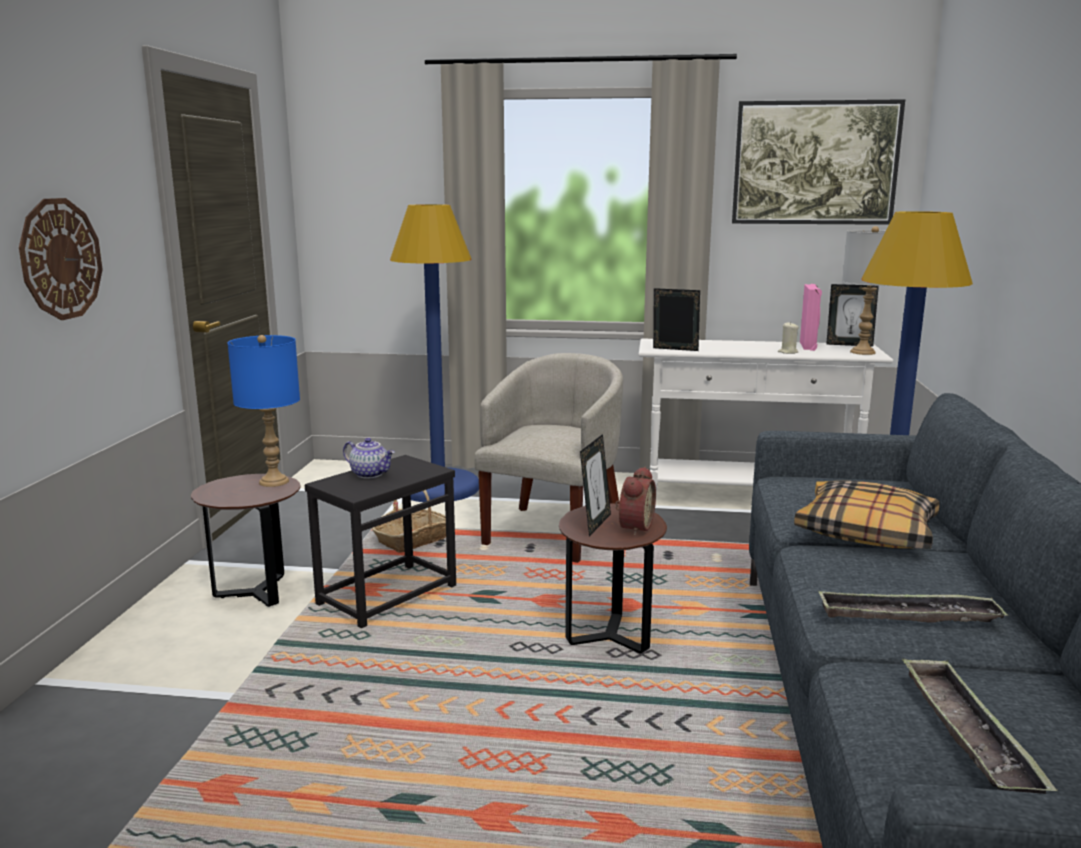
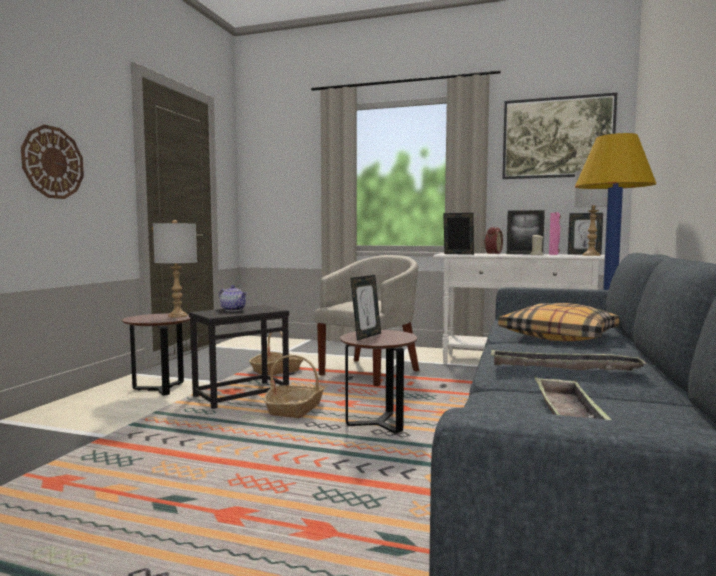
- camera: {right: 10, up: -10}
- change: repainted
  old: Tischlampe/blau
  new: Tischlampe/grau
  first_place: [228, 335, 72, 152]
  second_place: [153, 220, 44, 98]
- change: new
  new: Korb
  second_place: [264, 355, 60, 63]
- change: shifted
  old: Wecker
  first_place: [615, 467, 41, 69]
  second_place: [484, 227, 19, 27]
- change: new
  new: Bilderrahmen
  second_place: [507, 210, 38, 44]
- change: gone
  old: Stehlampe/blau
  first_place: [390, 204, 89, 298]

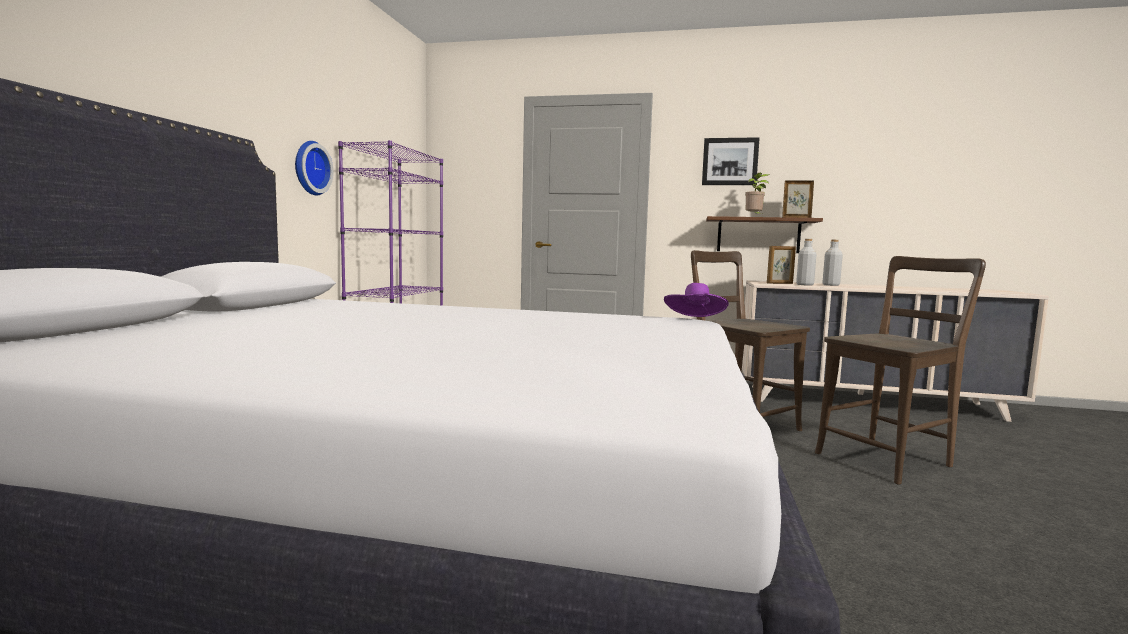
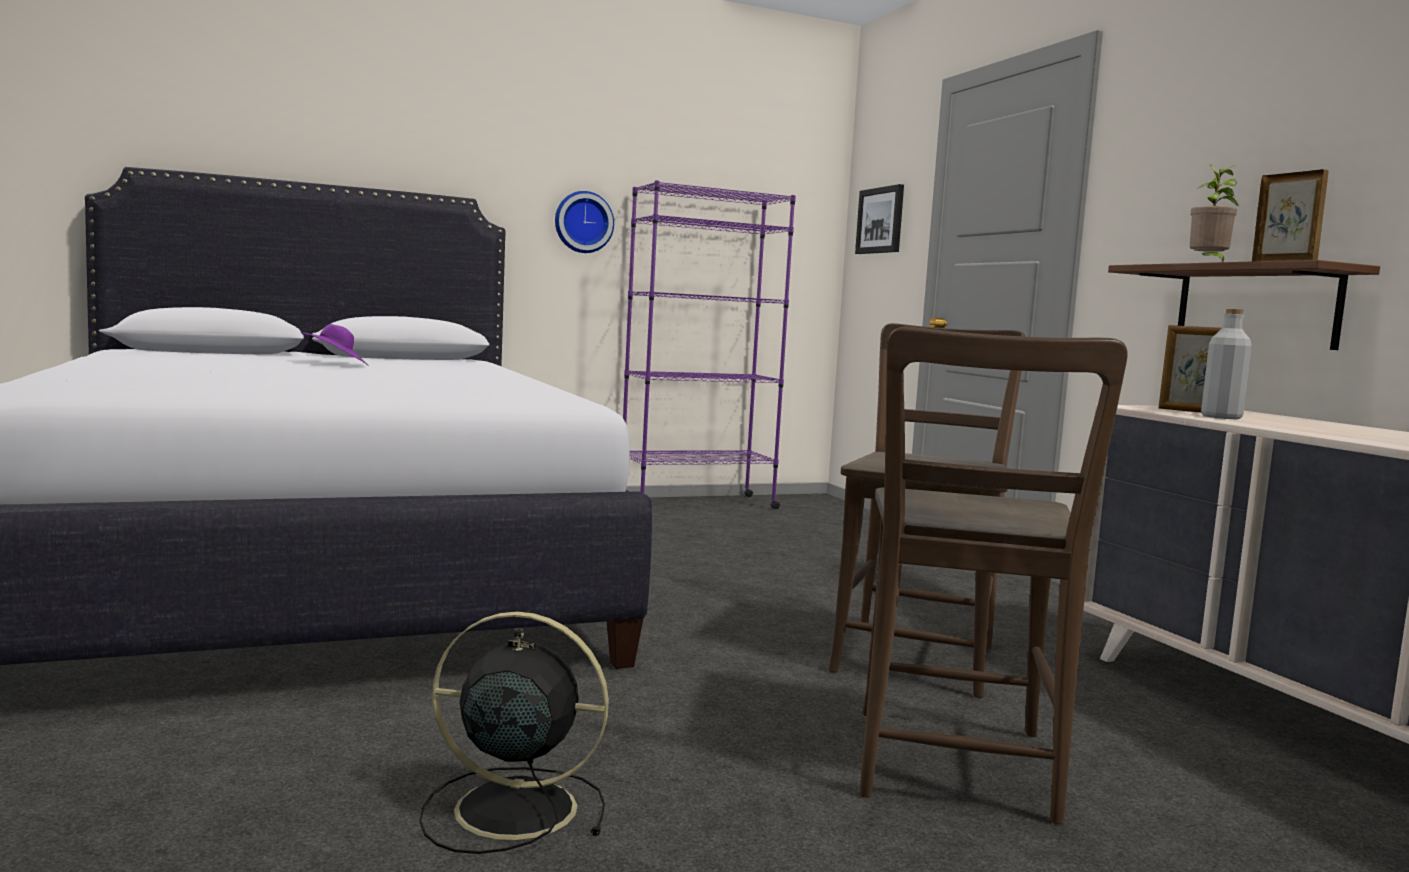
- camera: {right: 55, up: 0}
- change: shifted
  old: Hut/lila
  first_place: [664, 283, 65, 34]
  second_place: [301, 324, 67, 41]
- change: new
  new: Ventilator/schwarz
  second_place: [419, 612, 190, 242]
- change: shifted
  old: Bild
  first_place: [702, 137, 58, 48]
  second_place: [855, 184, 49, 70]
- change: rotated
  old: Stuhl/braun
  first_place: [815, 256, 171, 228]
  second_place: [860, 327, 268, 497]
  degrees: 75
- change: gone
  old: Flasche/grau
  first_place: [822, 240, 21, 46]

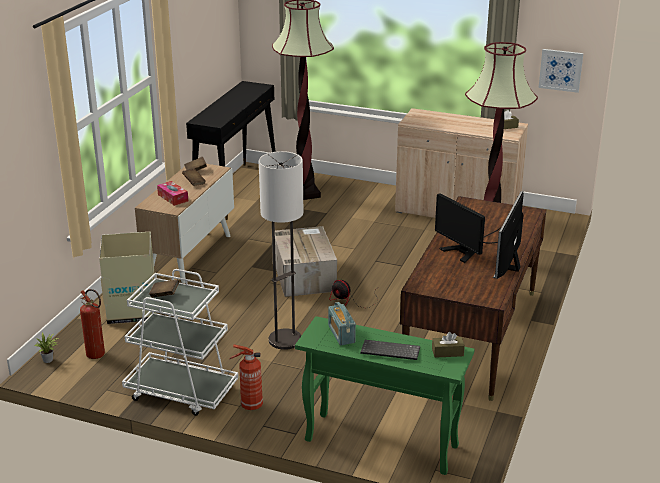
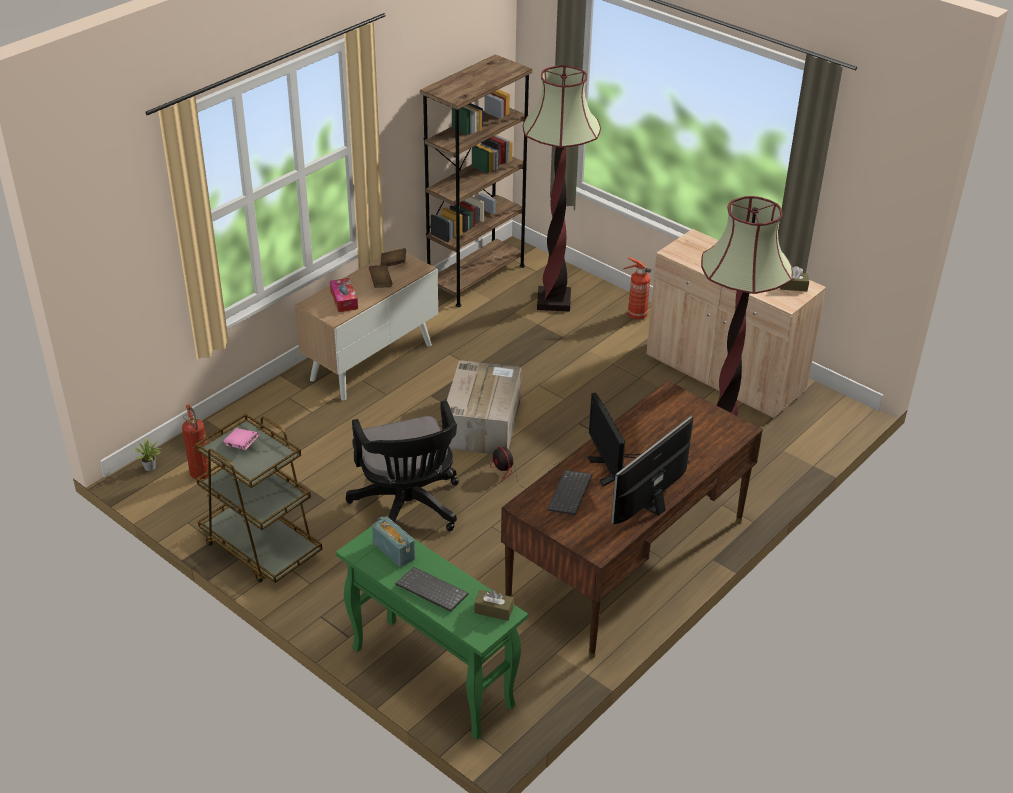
- camera: {right: 20, up: 10}
- change: repainted
  old: Rollwagen/weiß
  new: Rollwagen/braun
  first_place: [122, 269, 116, 147]
  second_place: [195, 414, 127, 169]
- change: repainted
  old: Buch/braun
  new: Buch/rosa
  first_place: [149, 280, 30, 18]
  second_place: [223, 428, 36, 22]
- change: swapped
  old: Stehlampe
  new: Bürostuhl/schwarz
  first_place: [259, 151, 44, 199]
  second_place: [346, 400, 113, 131]
- change: rotated
  old: Radio
  first_place: [328, 302, 28, 43]
  second_place: [372, 516, 43, 51]
  degrees: 135
- change: swapped
  old: Konsolentisch/schwarz
  new: Bücherregal/braun
  first_place: [186, 81, 90, 139]
  second_place: [420, 54, 112, 253]
- change: new
  new: Tastatur
  second_place: [547, 470, 45, 45]
- change: shifted
  old: Feuerlöscher
  first_place: [229, 345, 34, 65]
  second_place: [623, 257, 28, 63]
- change: gone
  old: Karton
  first_place: [99, 232, 58, 92]
- change: gone
  old: Bild
  first_place: [539, 49, 44, 44]

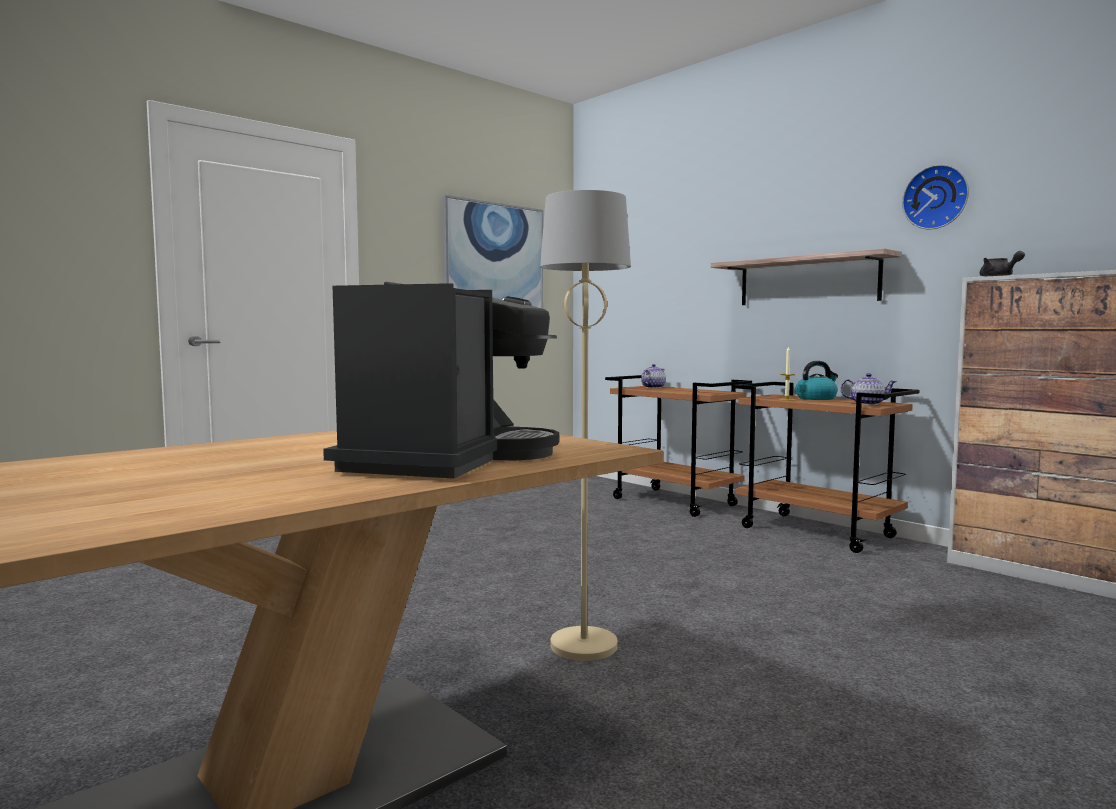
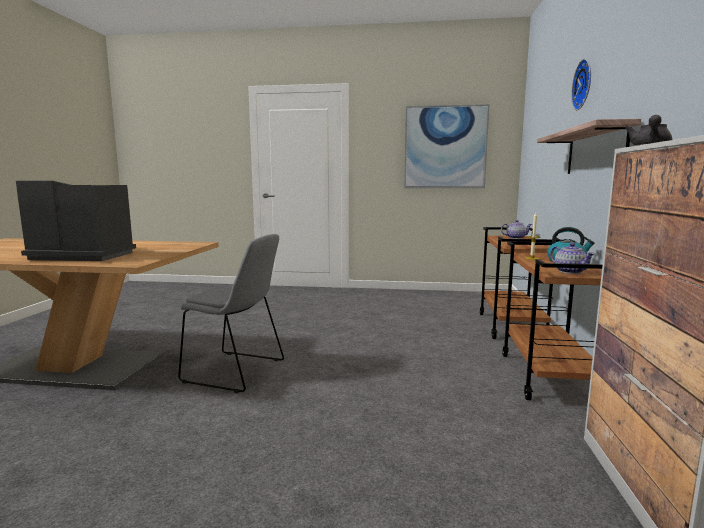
- camera: {right: 50, up: 5}
- change: rotated
  old: Kaffeemaschine
  first_place: [323, 282, 236, 197]
  second_place: [16, 181, 120, 80]
  degrees: -150
- change: swapped
  old: Stehlampe/beige
  new: Stuhl/grau
  first_place: [540, 190, 91, 471]
  second_place: [178, 234, 106, 159]
- change: shifted
  old: Wanduhr
  first_place: [902, 164, 67, 66]
  second_place: [571, 59, 20, 51]

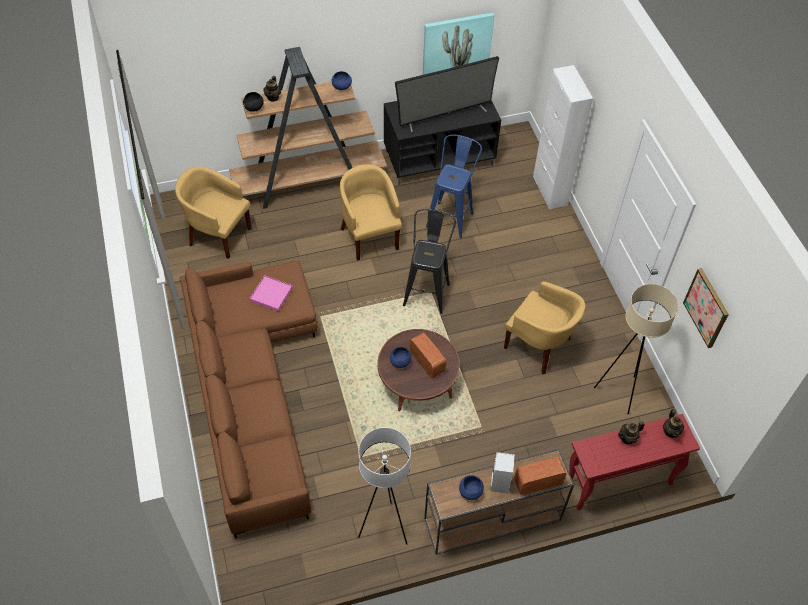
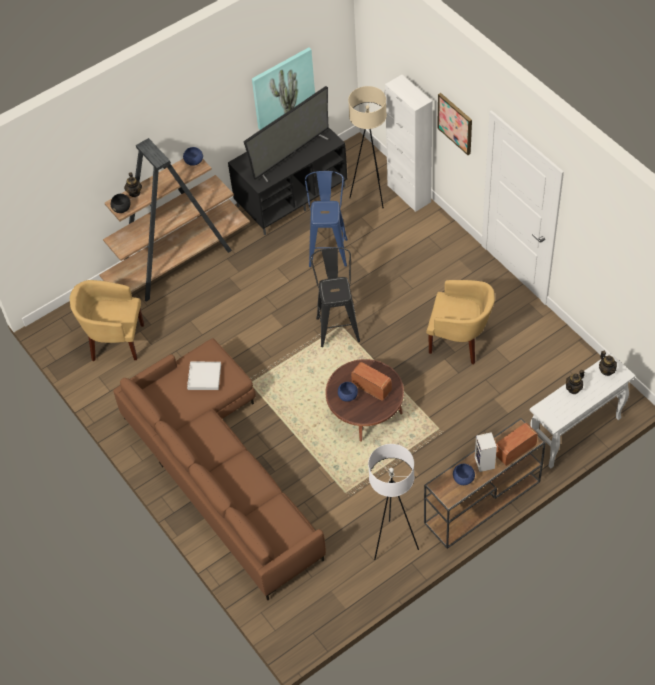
- camera: {right: -15, up: 0}
- change: repainted
  old: Tablett/rosa
  new: Tablett/weiß
  first_place: [250, 275, 43, 37]
  second_place: [187, 362, 34, 28]
- change: shifted
  old: Stehlampe/beige
  first_place: [594, 284, 85, 130]
  second_place: [348, 86, 39, 122]
- change: shifted
  old: Bild
  first_place: [683, 268, 46, 80]
  second_place: [437, 93, 35, 62]
- change: repainted
  old: Konsolentisch/rot
  new: Konsolentisch/weiß
  first_place: [569, 414, 131, 96]
  second_place: [530, 353, 105, 115]
- change: gone
  old: Sessel/gelb
  first_place: [340, 164, 62, 97]

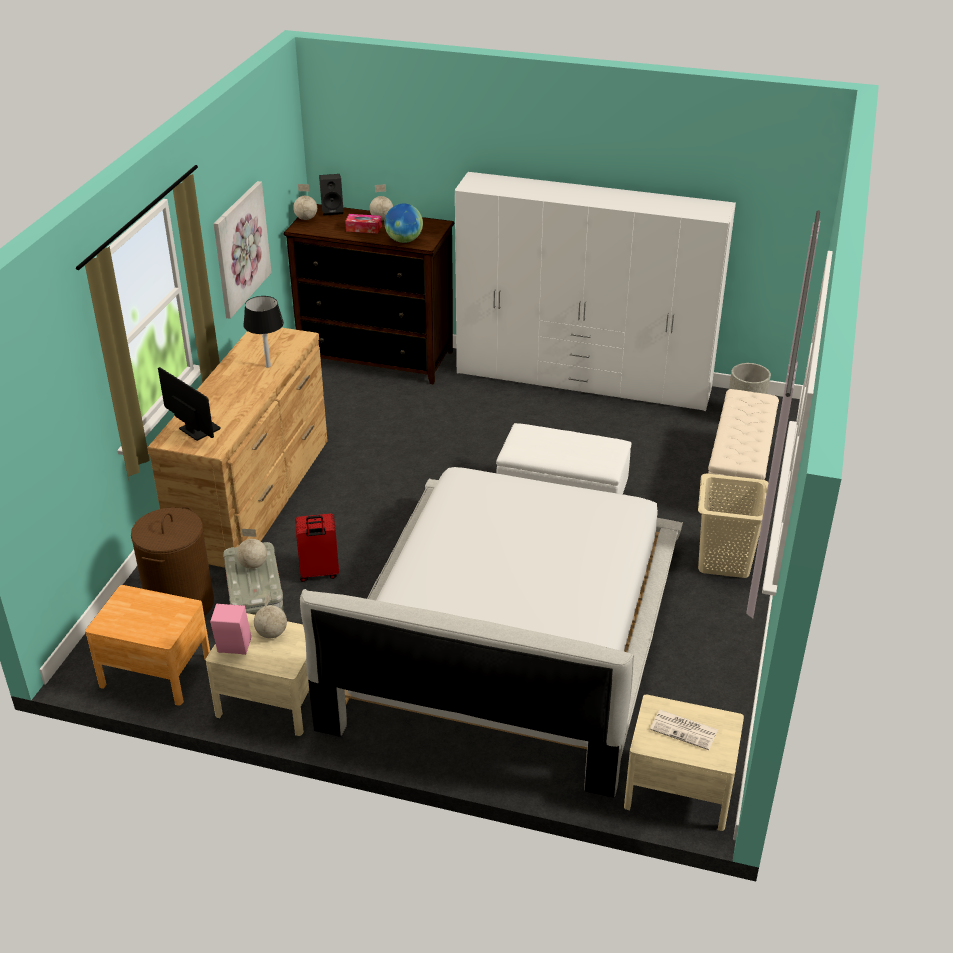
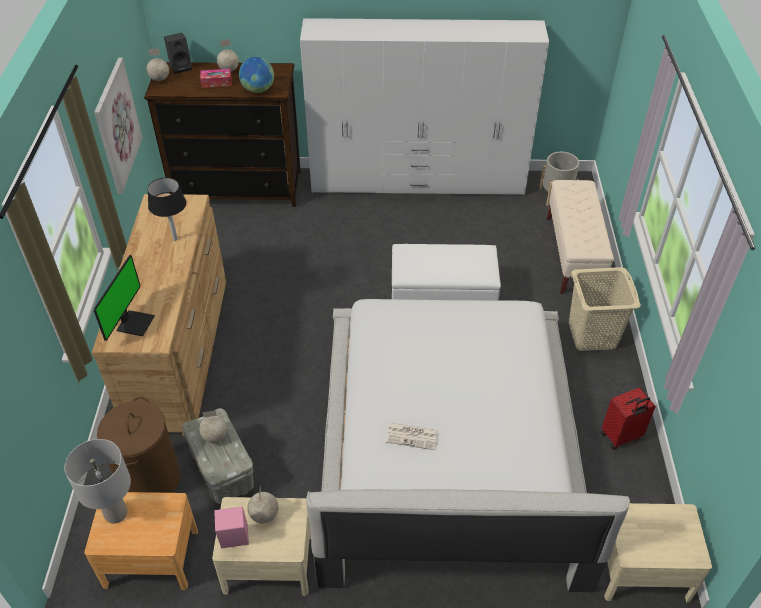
- camera: {right: -15, up: 10}
- change: new
  new: Tischlampe/grau
  second_place: [64, 439, 67, 84]
- change: rotated
  old: Monitor
  first_place: [158, 367, 63, 74]
  second_place: [94, 255, 61, 86]
  degrees: 75
- change: shifted
  old: Zeitung
  first_place: [650, 710, 68, 40]
  second_place: [386, 422, 52, 28]
- change: shifted
  old: Koffer/rot
  first_place: [295, 514, 44, 68]
  second_place: [601, 388, 55, 62]

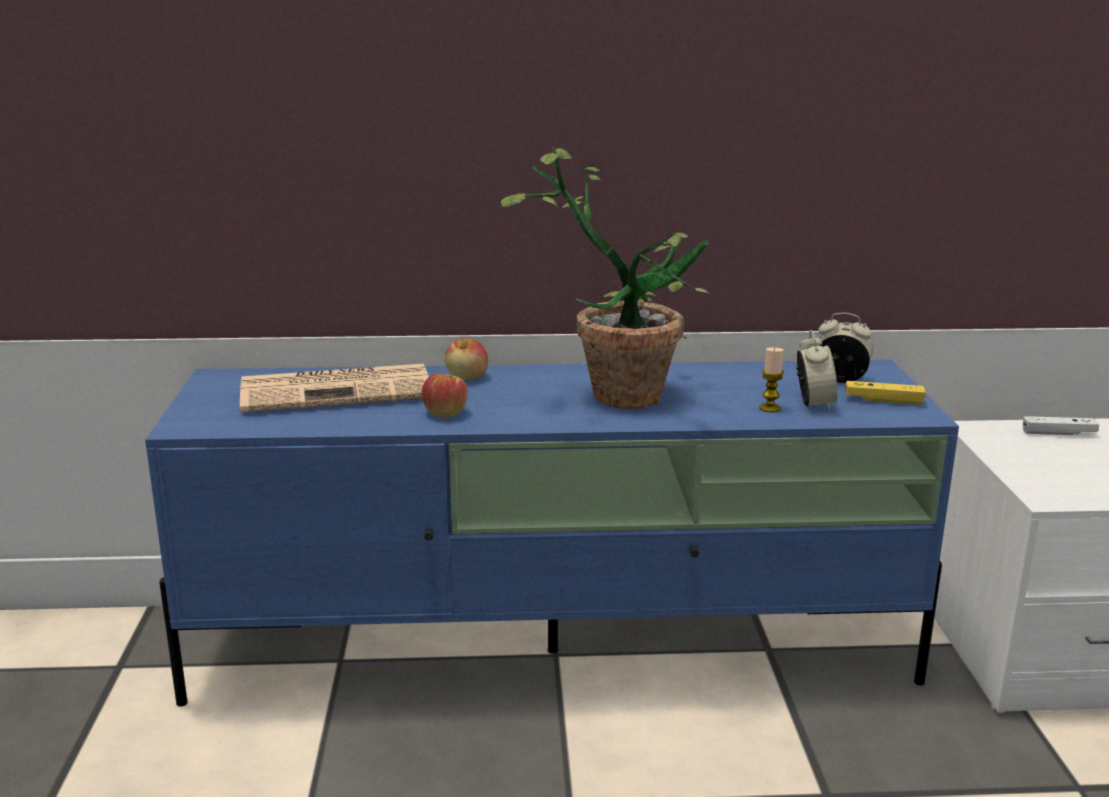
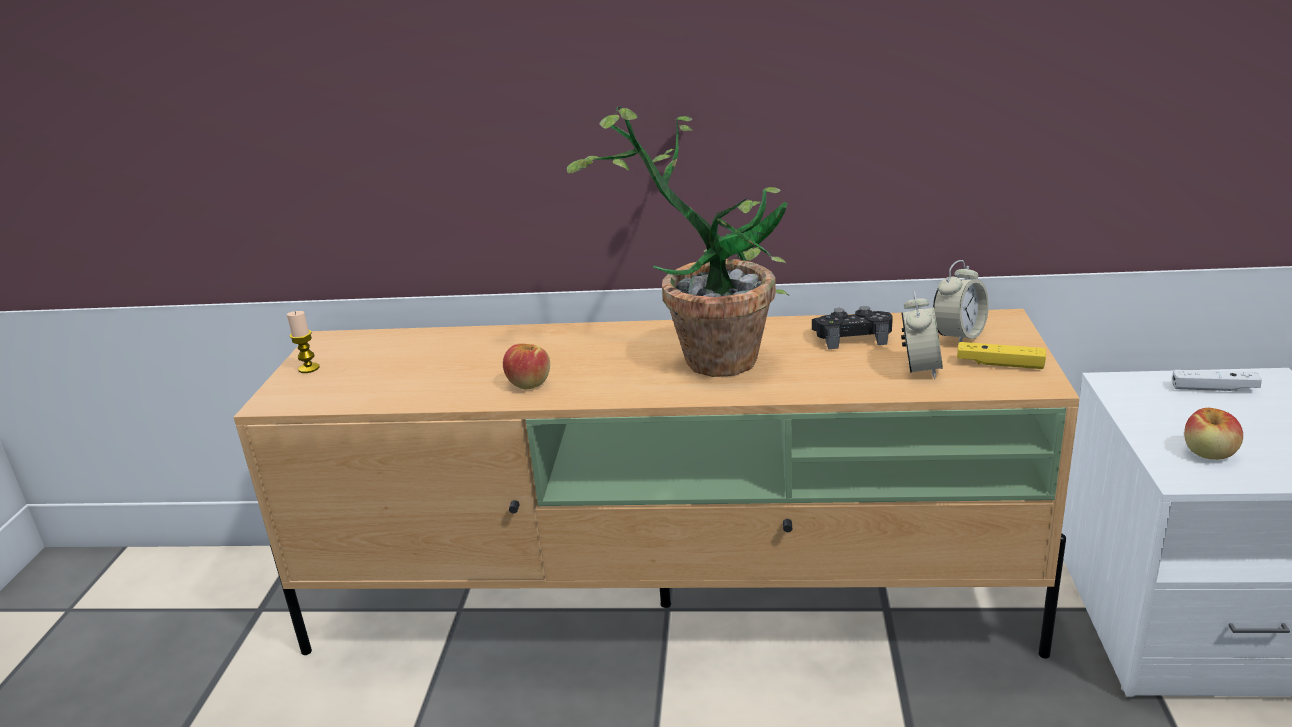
- camera: {right: 10, up: 5}
- change: repainted
  old: Fernsehschrank/blau
  new: Fernsehschrank/beige
  first_place: [145, 360, 814, 346]
  second_place: [234, 309, 846, 349]
- change: shifted
  old: Kerze
  first_place: [759, 348, 25, 64]
  second_place: [287, 311, 33, 62]
- change: new
  new: Gamepad/schwarz
  second_place: [812, 306, 81, 43]
- change: rotated
  old: Wecker
  first_place: [818, 312, 55, 71]
  second_place: [933, 260, 56, 82]
  degrees: 105
- change: shifted
  old: Apfel
  first_place: [445, 338, 43, 42]
  second_place: [1184, 408, 59, 52]
- change: gone
  old: Zeitung
  first_place: [240, 364, 189, 49]

